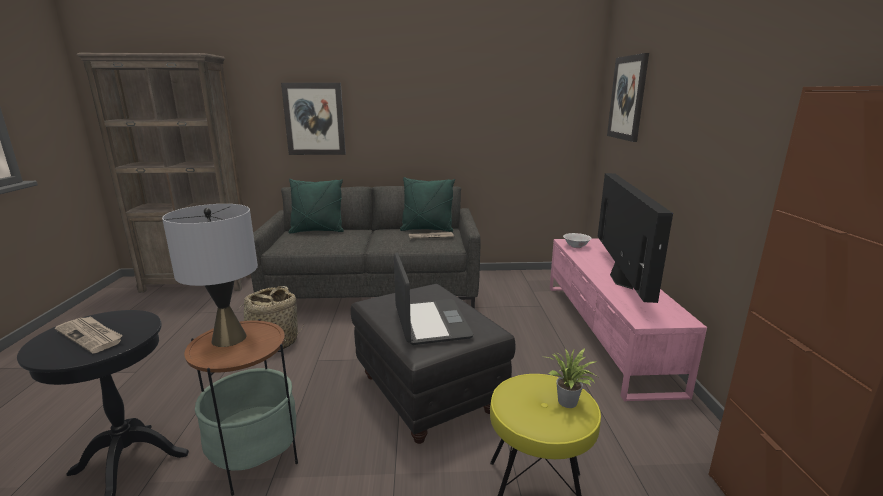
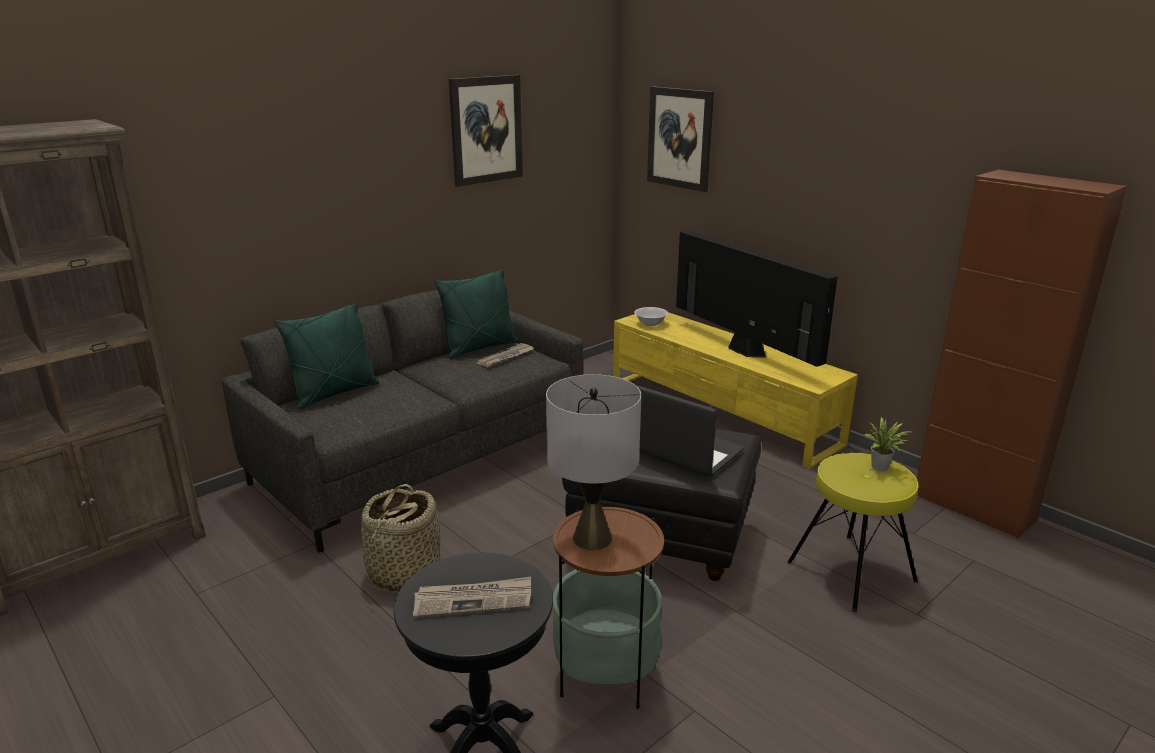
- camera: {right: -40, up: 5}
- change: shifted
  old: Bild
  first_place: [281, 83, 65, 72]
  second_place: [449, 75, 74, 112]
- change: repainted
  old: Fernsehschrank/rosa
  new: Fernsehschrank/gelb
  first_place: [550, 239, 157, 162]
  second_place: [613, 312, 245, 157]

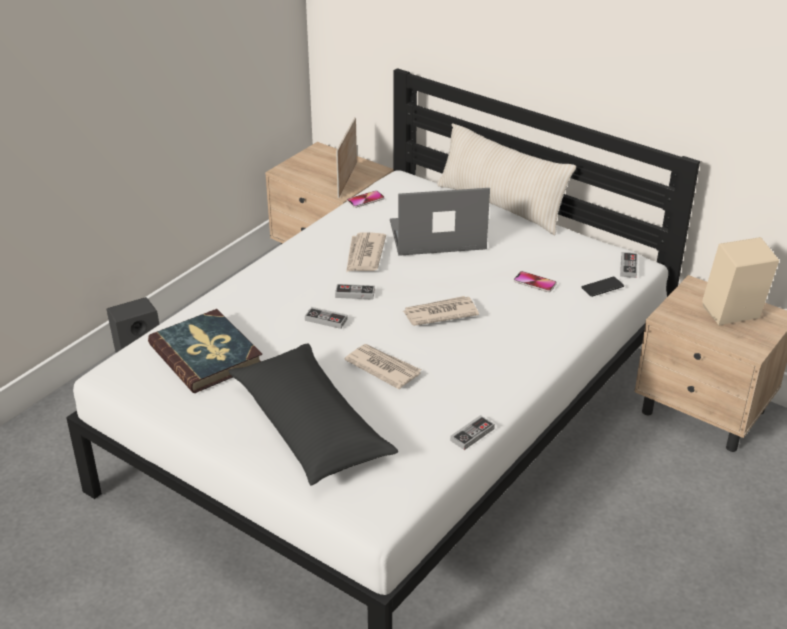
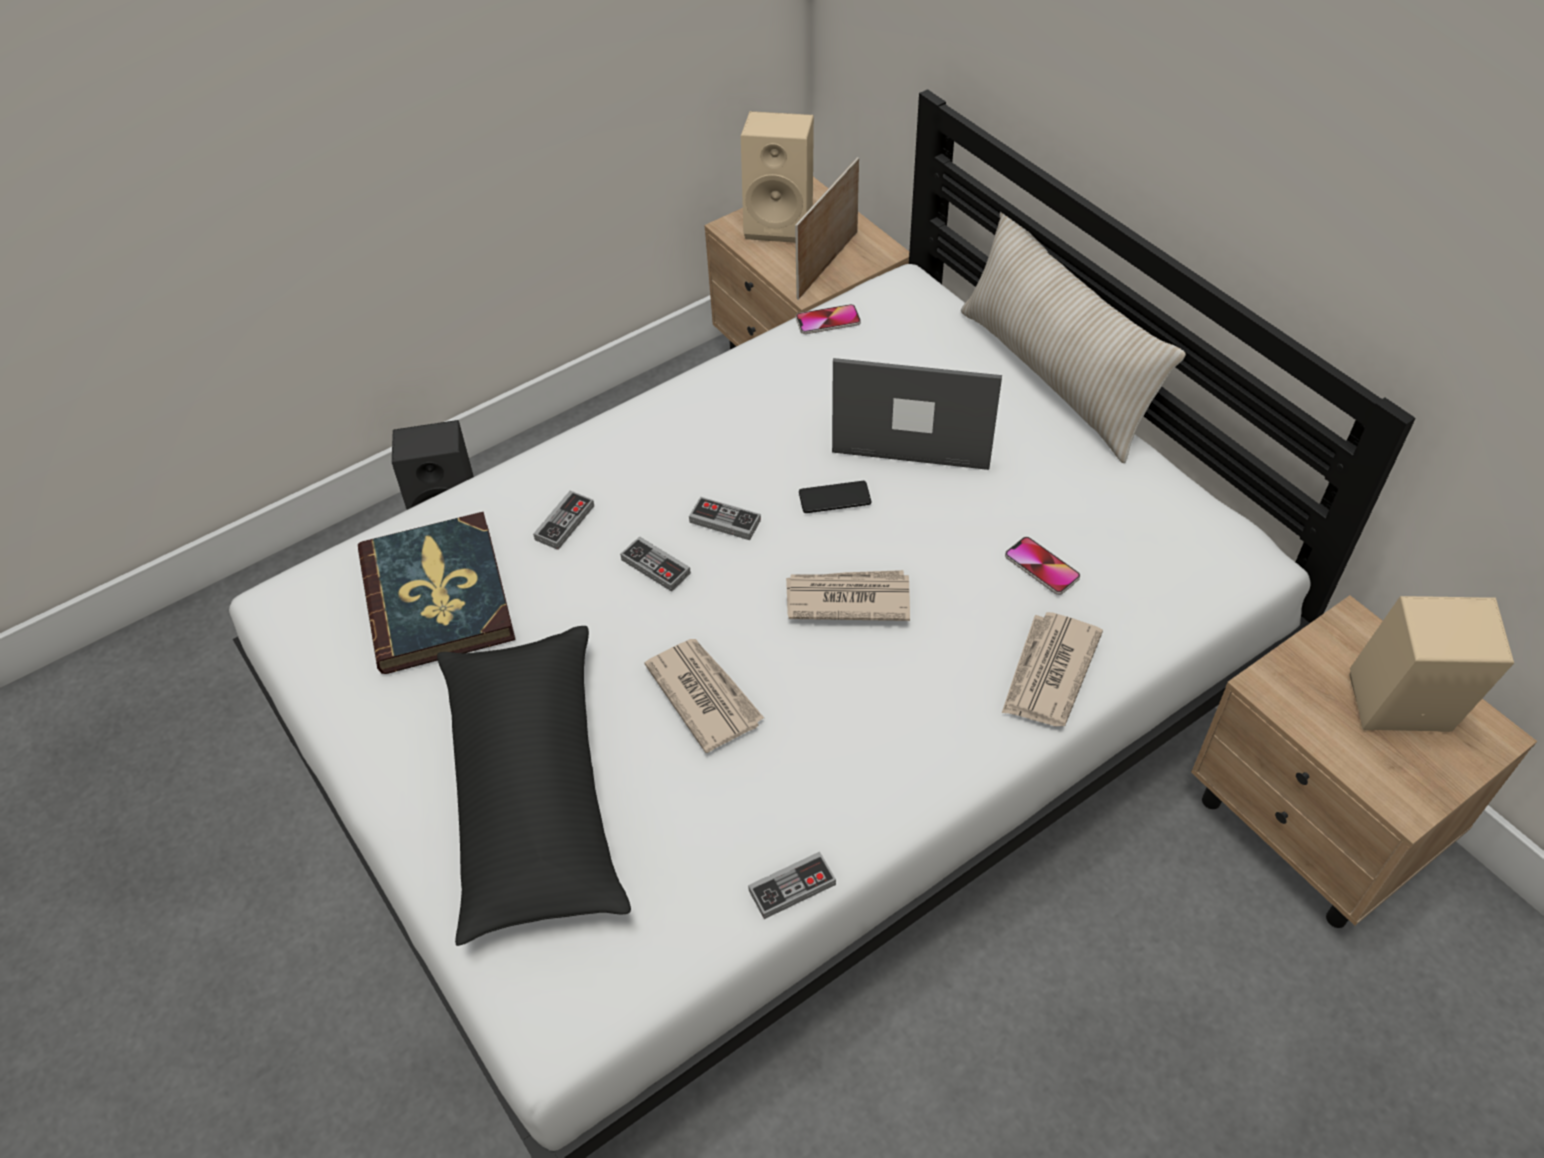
- camera: {right: 20, up: 15}
- change: shifted
  old: Gamepad
  first_place: [620, 252, 18, 26]
  second_place: [533, 491, 61, 59]
- change: new
  new: Lautsprecher/beige
  second_place: [741, 111, 73, 132]
- change: shifted
  old: Handy
  first_place: [581, 277, 43, 20]
  second_place: [799, 481, 72, 32]
- change: shifted
  old: Zeitung
  first_place: [346, 232, 40, 40]
  second_place: [1002, 612, 101, 114]

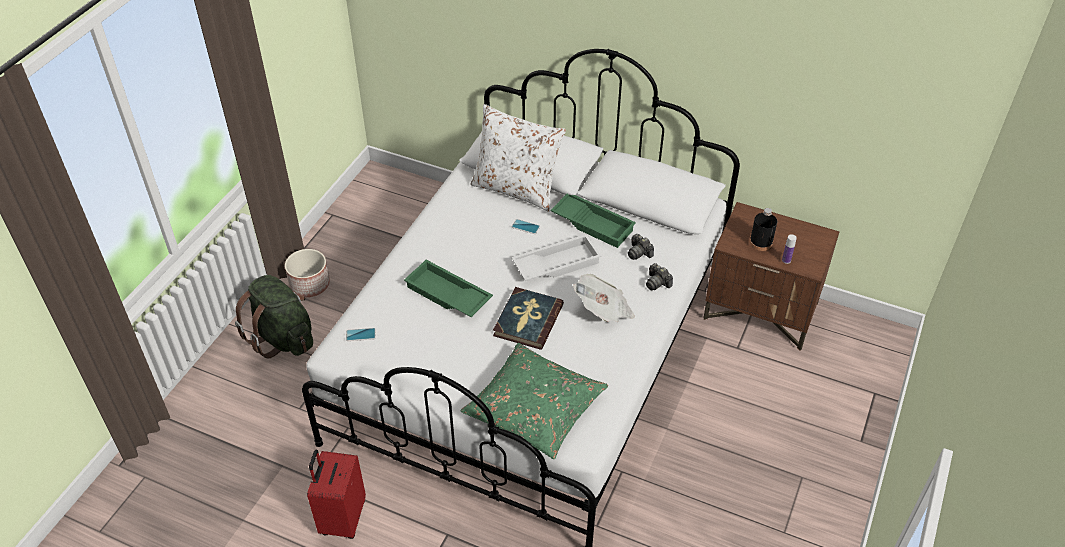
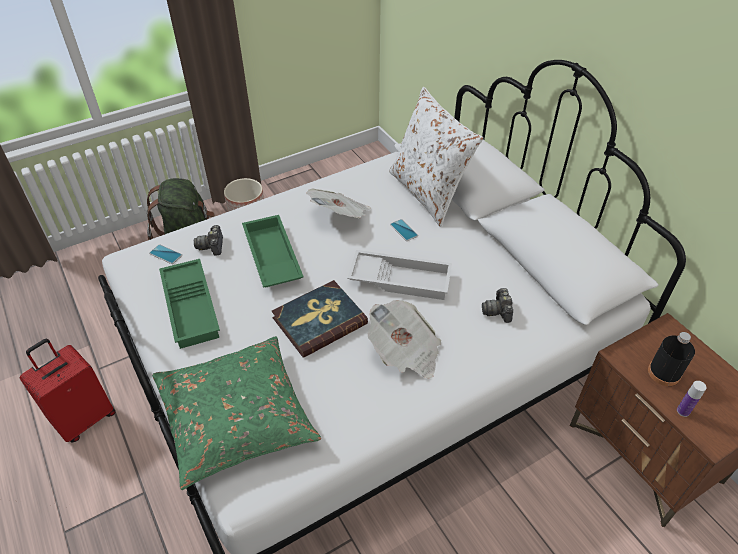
- camera: {right: 35, up: 0}
- change: shifted
  old: Tablett/grün
  first_place: [550, 194, 86, 54]
  second_place: [159, 259, 61, 90]
- change: shifted
  old: Kamera
  first_place: [646, 263, 27, 27]
  second_place: [194, 225, 29, 31]
- change: new
  new: Zeitung
  second_place: [306, 189, 65, 29]

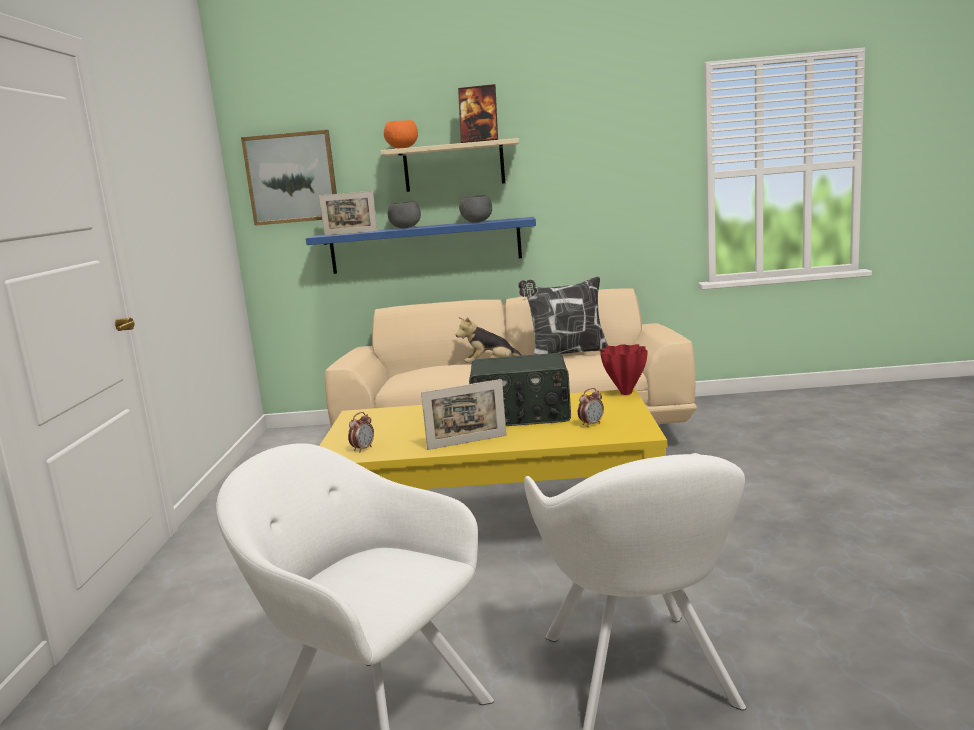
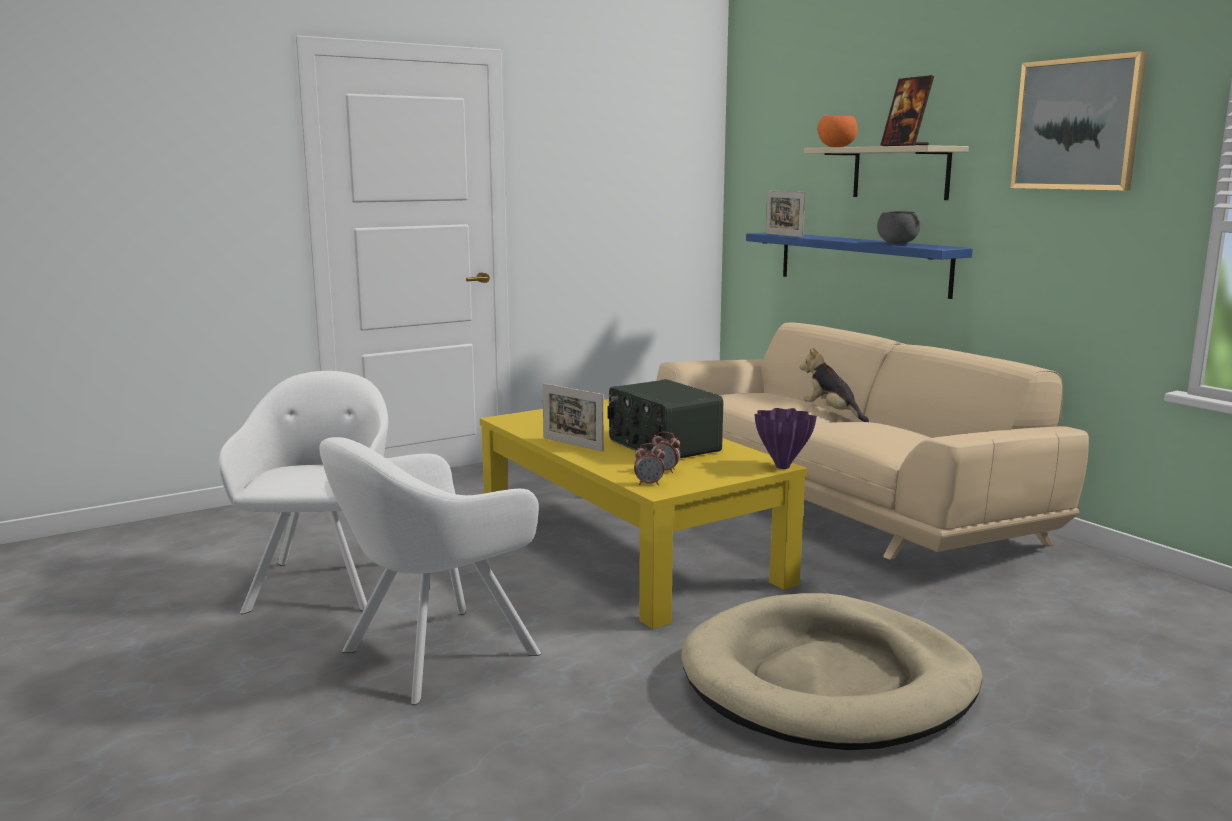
- camera: {right: 55, up: 0}
- change: shifted
  old: Wecker
  first_place: [348, 412, 26, 40]
  second_place: [634, 443, 31, 42]
- change: new
  new: Hundebett/beige
  second_place: [681, 593, 301, 157]
- change: repainted
  old: Vase/rot
  new: Vase/lila
  first_place: [600, 344, 48, 51]
  second_place: [754, 408, 63, 61]
- change: shifted
  old: Bild
  first_place: [241, 130, 96, 96]
  second_place: [1011, 51, 136, 140]
- change: gone
  old: Schüssel/grau
  first_place: [387, 201, 34, 27]
- change: gone
  old: Kissen
  first_place: [518, 277, 90, 78]

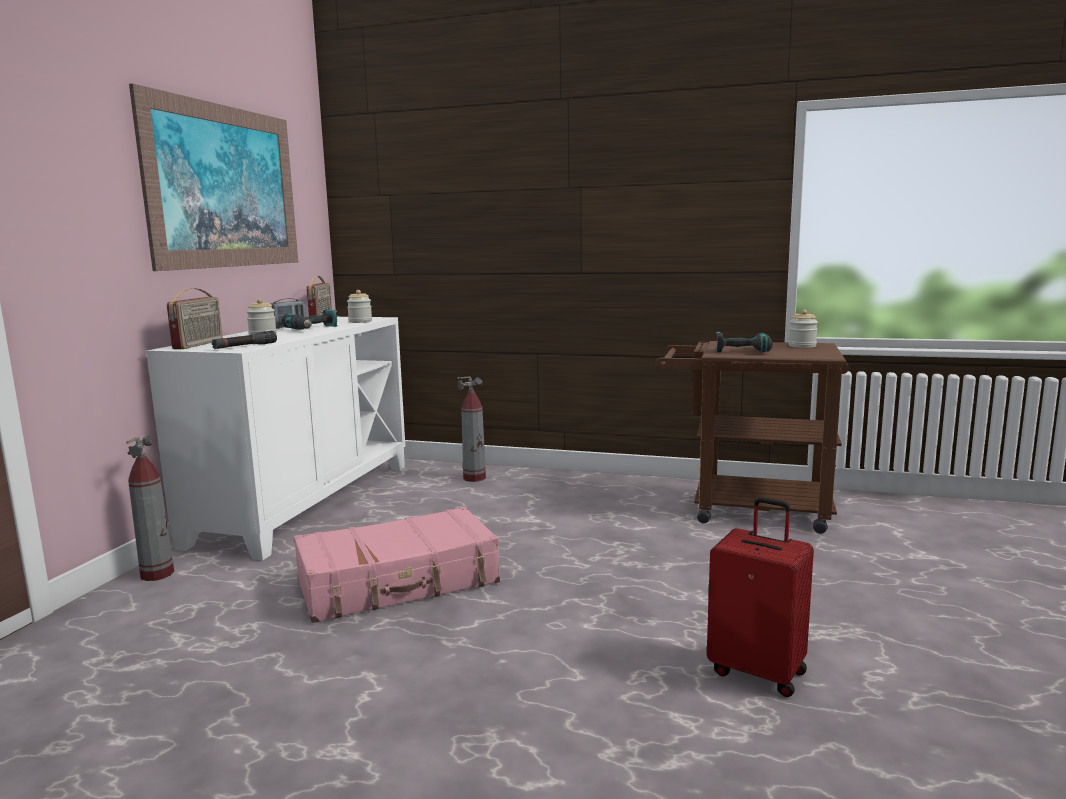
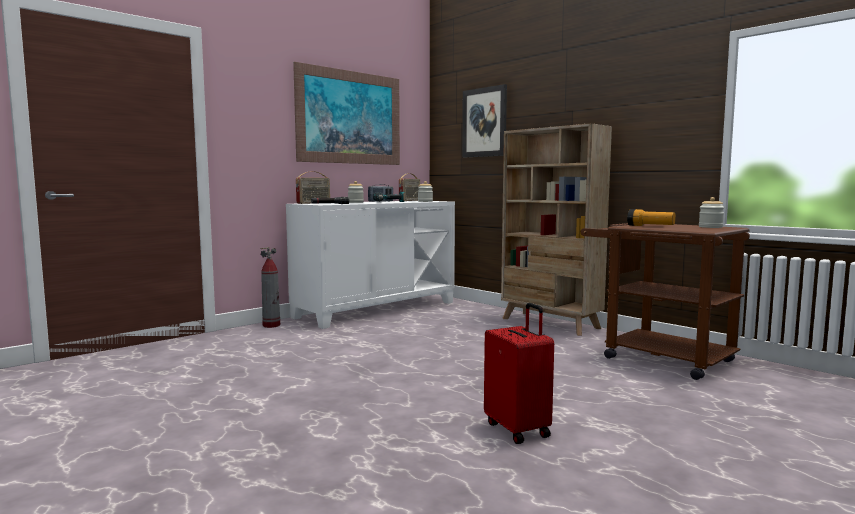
- camera: {right: 30, up: -5}
- change: new
  new: Bild
  second_place: [462, 84, 45, 74]
- change: new
  new: Bücherregal/beige
  second_place: [501, 123, 111, 213]
- change: swapped
  old: Bohrmaschine
  new: Taschenlampe
  first_place: [715, 332, 58, 20]
  second_place: [627, 209, 49, 17]
- change: gone
  old: Koffer/rosa
  first_place: [294, 506, 206, 117]
- change: gone
  old: Feuerlöscher
  first_place: [457, 376, 29, 106]

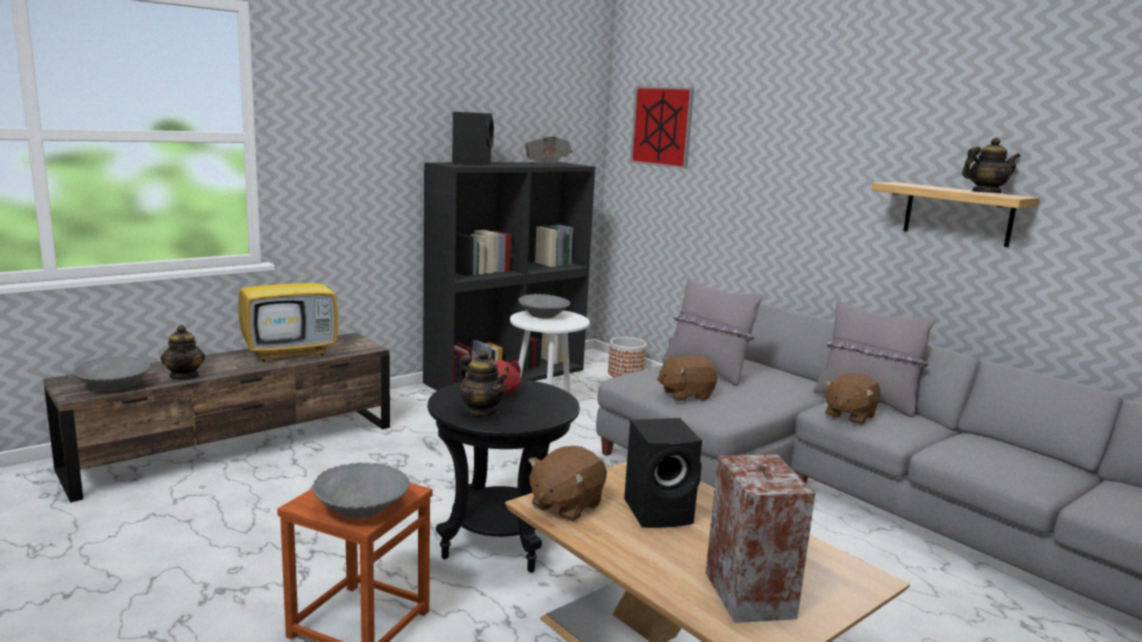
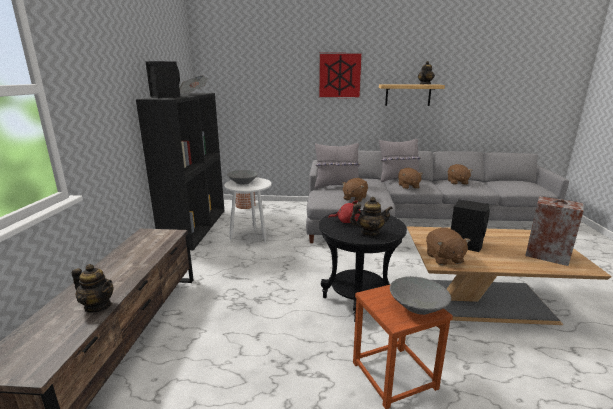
- camera: {right: -45, up: 5}
- change: shifted
  old: Bild
  first_place: [630, 86, 64, 83]
  second_place: [318, 52, 45, 46]
- change: new
  new: Plüschtier/braun
  second_place: [448, 164, 25, 21]
- change: gone
  old: Schüssel/grau
  first_place: [74, 356, 77, 35]
- change: gone
  old: Fernseher
  first_place: [238, 243, 100, 119]

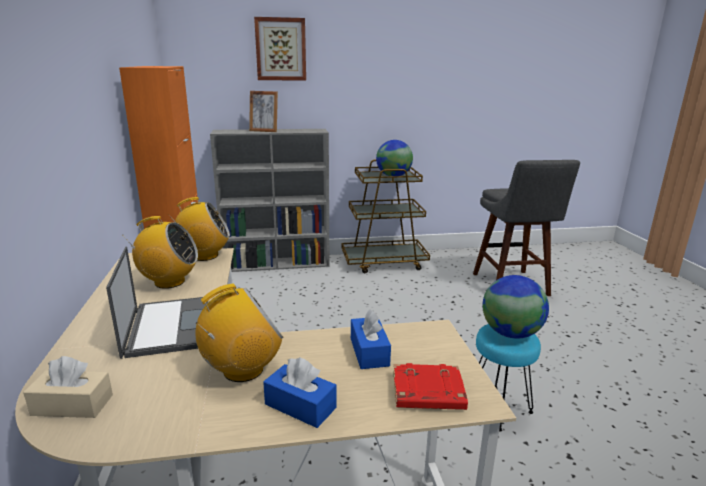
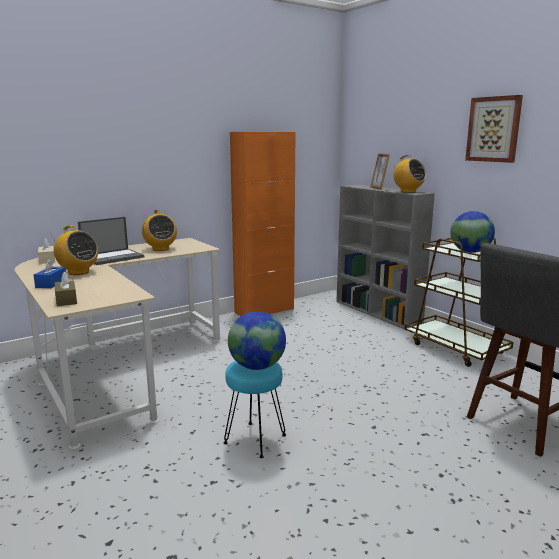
- camera: {right: 65, up: -5}
- change: swapped
  old: Buch/rot
  new: Taschentuchbox/braun
  first_place: [393, 363, 75, 47]
  second_place: [55, 271, 22, 35]
- change: shifted
  old: Radio
  first_place: [168, 197, 62, 64]
  second_place: [391, 155, 35, 38]
- change: shifted
  old: Bild
  first_place: [254, 17, 52, 64]
  second_place: [465, 95, 58, 68]
- change: gone
  old: Taschentuchbox/blau
  first_place: [351, 309, 40, 60]

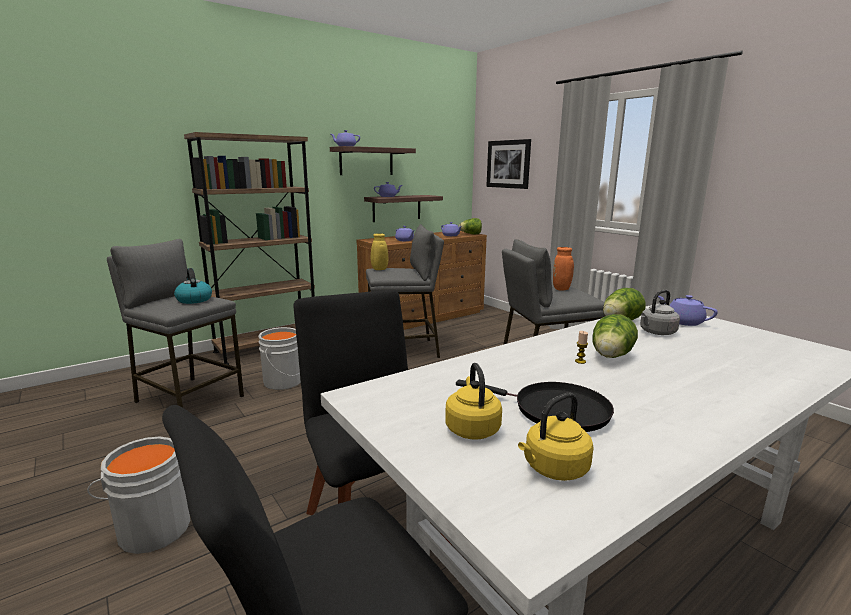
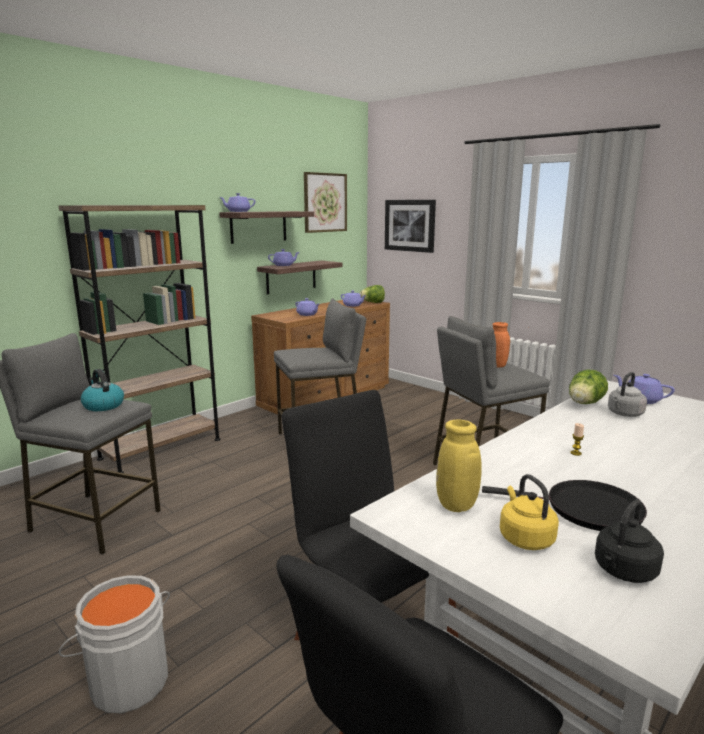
- camera: {right: -10, up: 0}
- change: new
  new: Bild
  second_place: [304, 172, 43, 61]
- change: shifted
  old: Vase/gelb
  first_place: [371, 233, 17, 37]
  second_place: [436, 420, 46, 92]
- change: repainted
  old: Wasserkessel/gelb
  new: Wasserkessel/schwarz
  first_place: [518, 393, 76, 88]
  second_place: [595, 500, 69, 83]
- change: gone
  old: Eimer/grau
  first_place: [258, 327, 43, 63]
- change: gone
  old: Salatkopf
  first_place: [593, 314, 45, 44]

